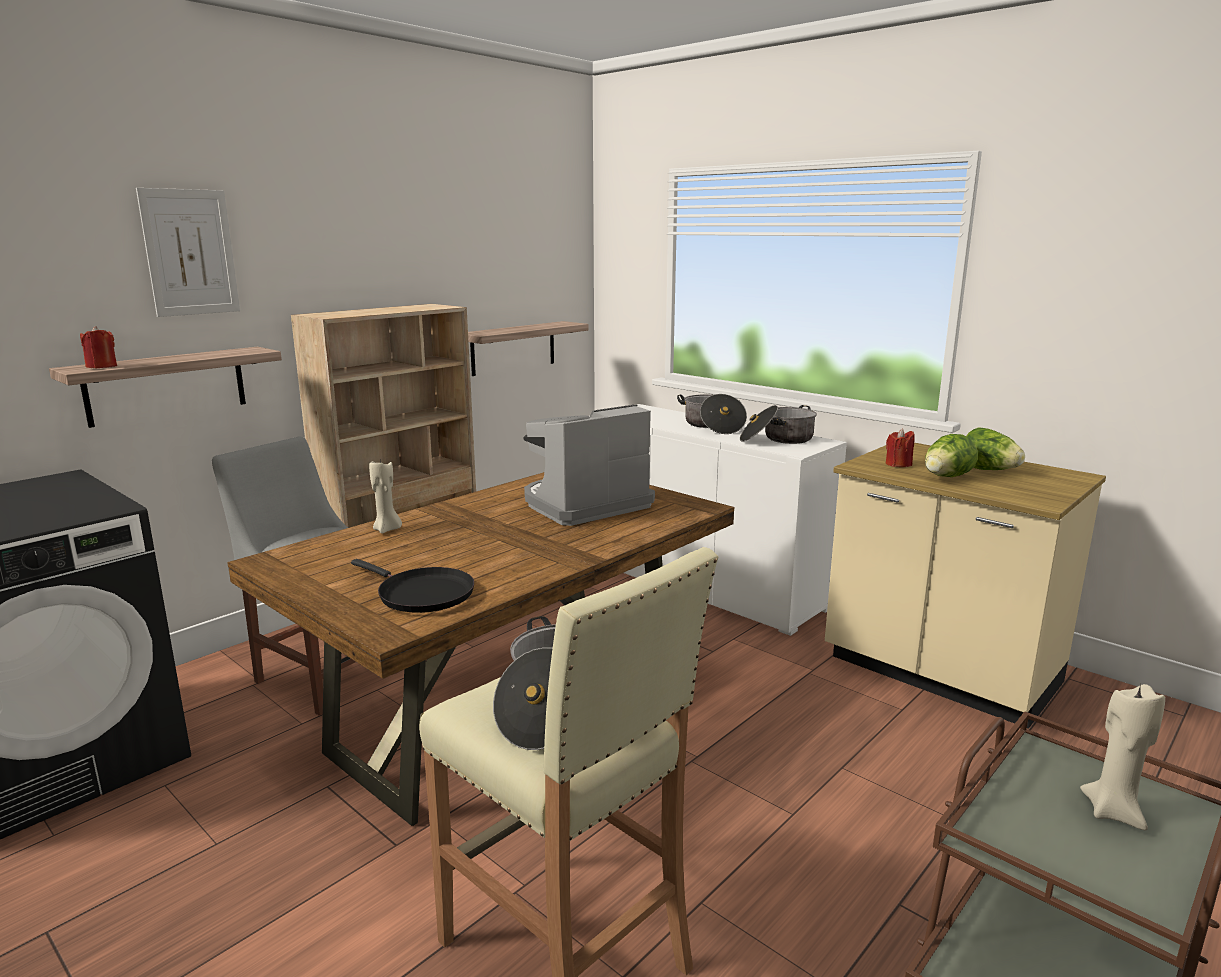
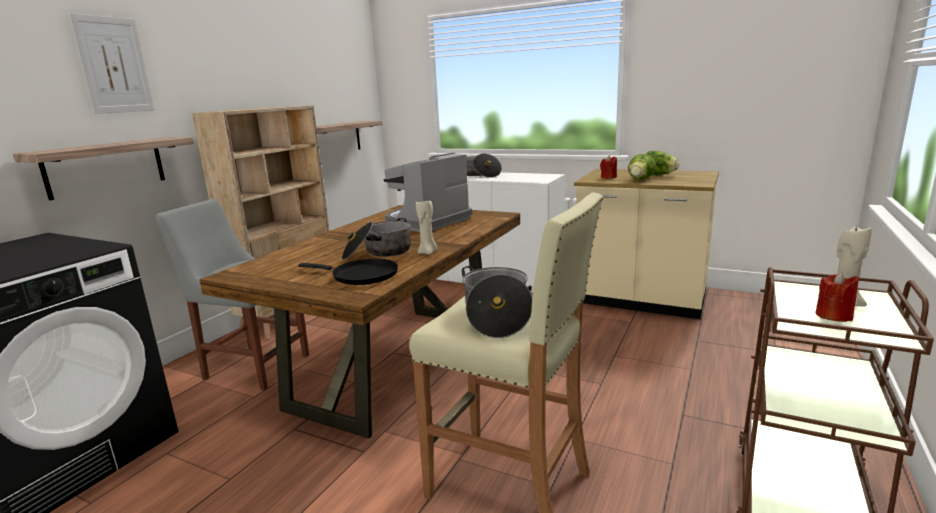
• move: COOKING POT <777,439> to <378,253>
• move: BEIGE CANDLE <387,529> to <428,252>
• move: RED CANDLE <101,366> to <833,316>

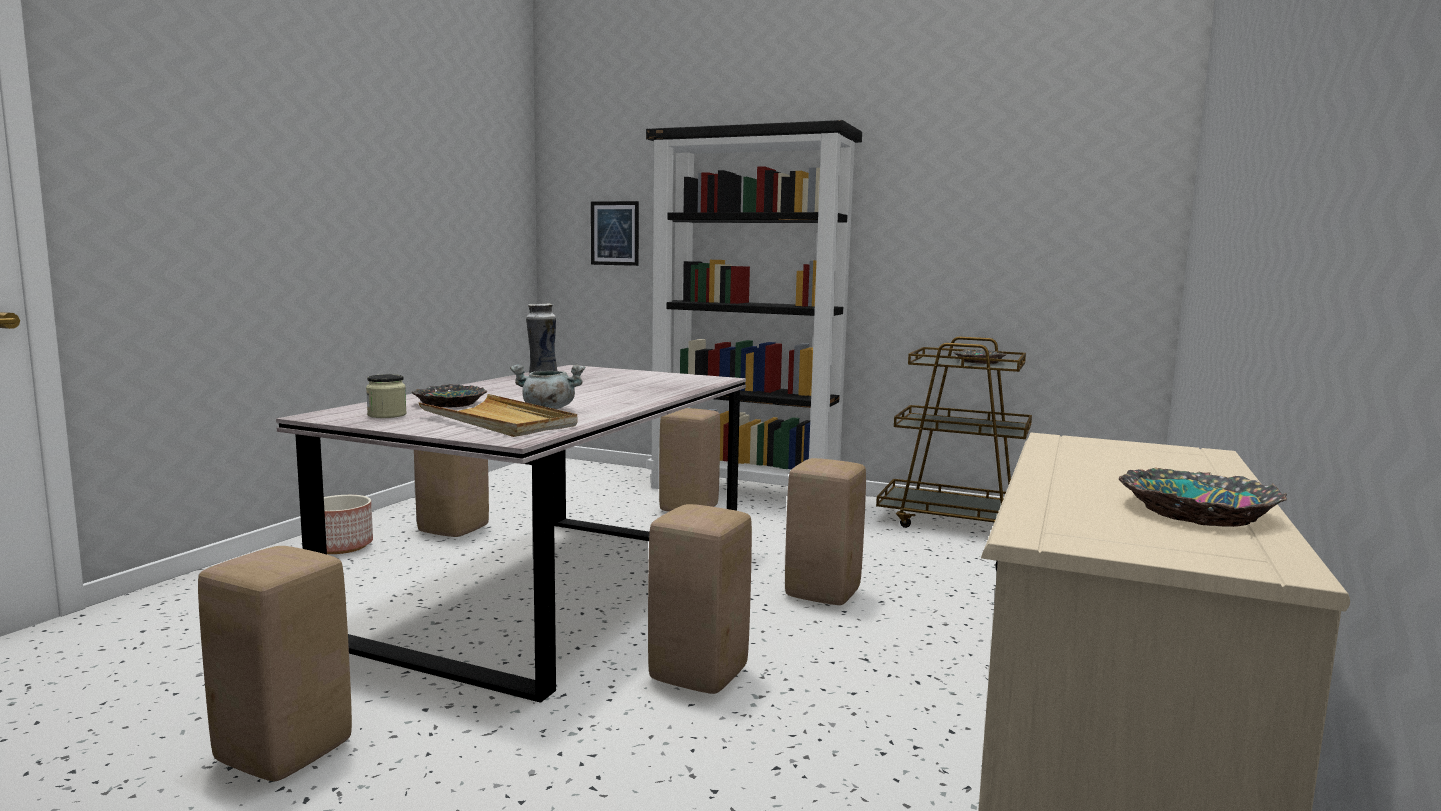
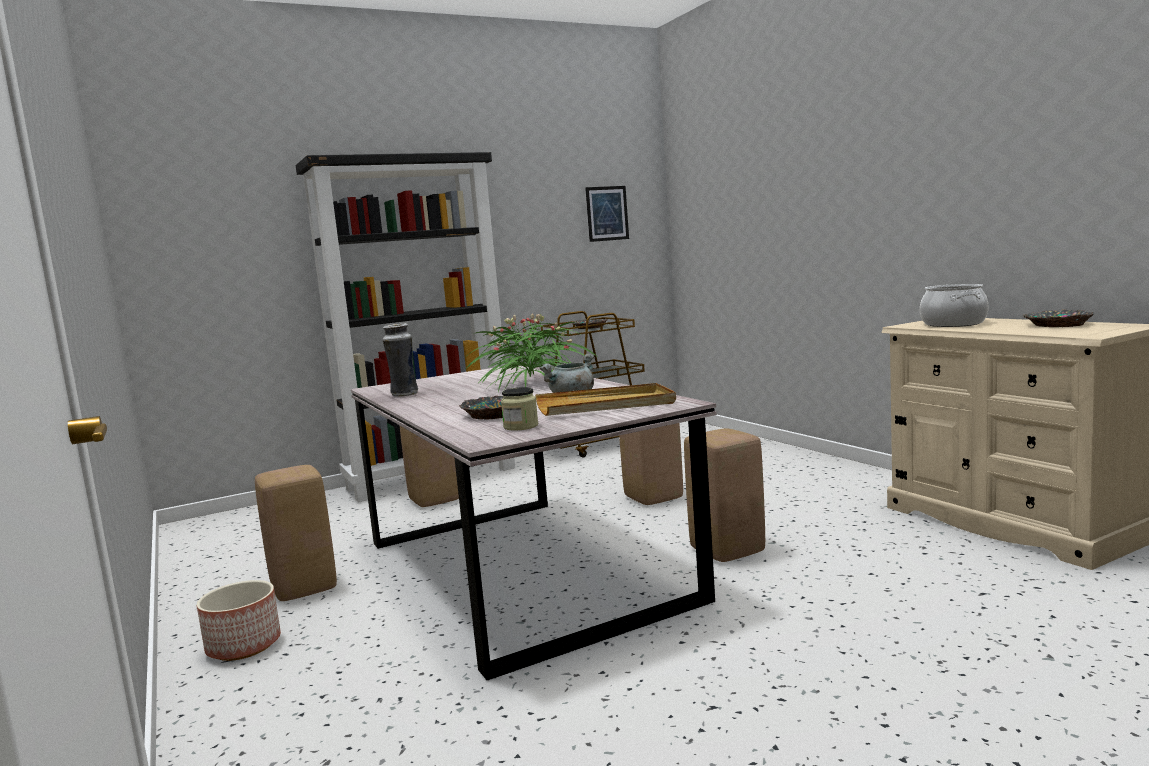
• insert: POTTED PLANT <532,384>
• move: PICTURE <614,233> to <607,213>
• insert: COOKING POT <953,324>
• delete: BEIGE STOOL <281,753>

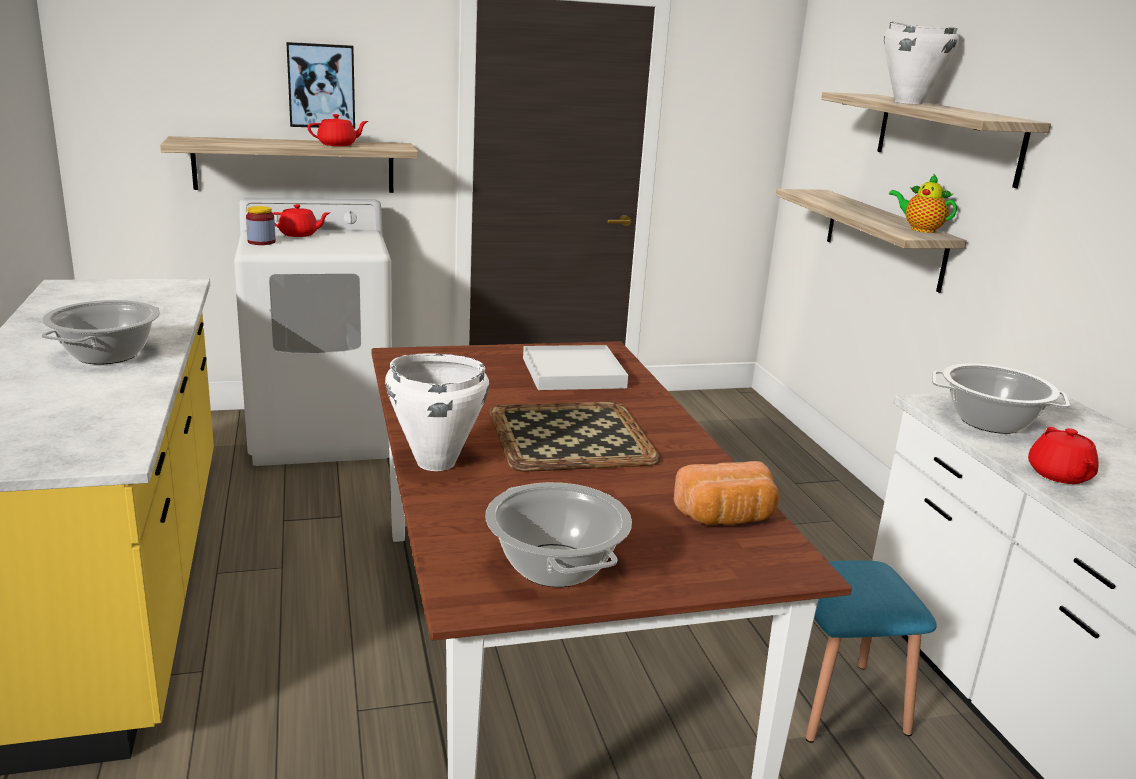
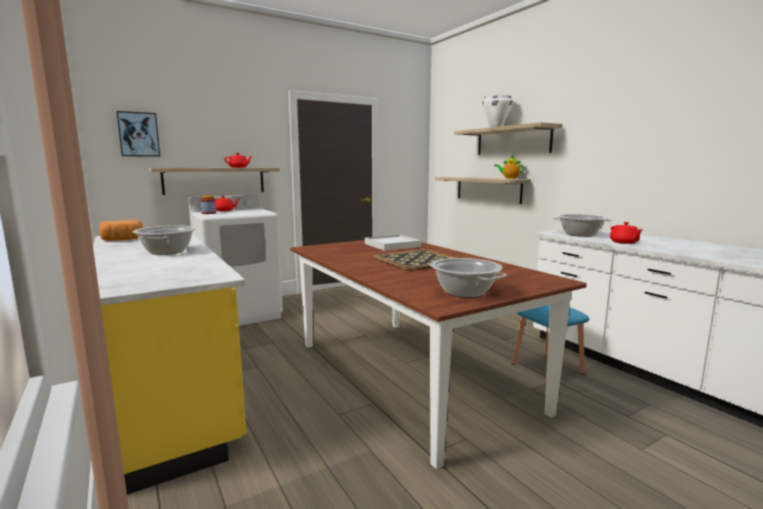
• move: BREAD <726,518> to <122,240>
• move: PICTURE <321,86> to <138,134>
• delete: WHITE COOKING POT <435,462>

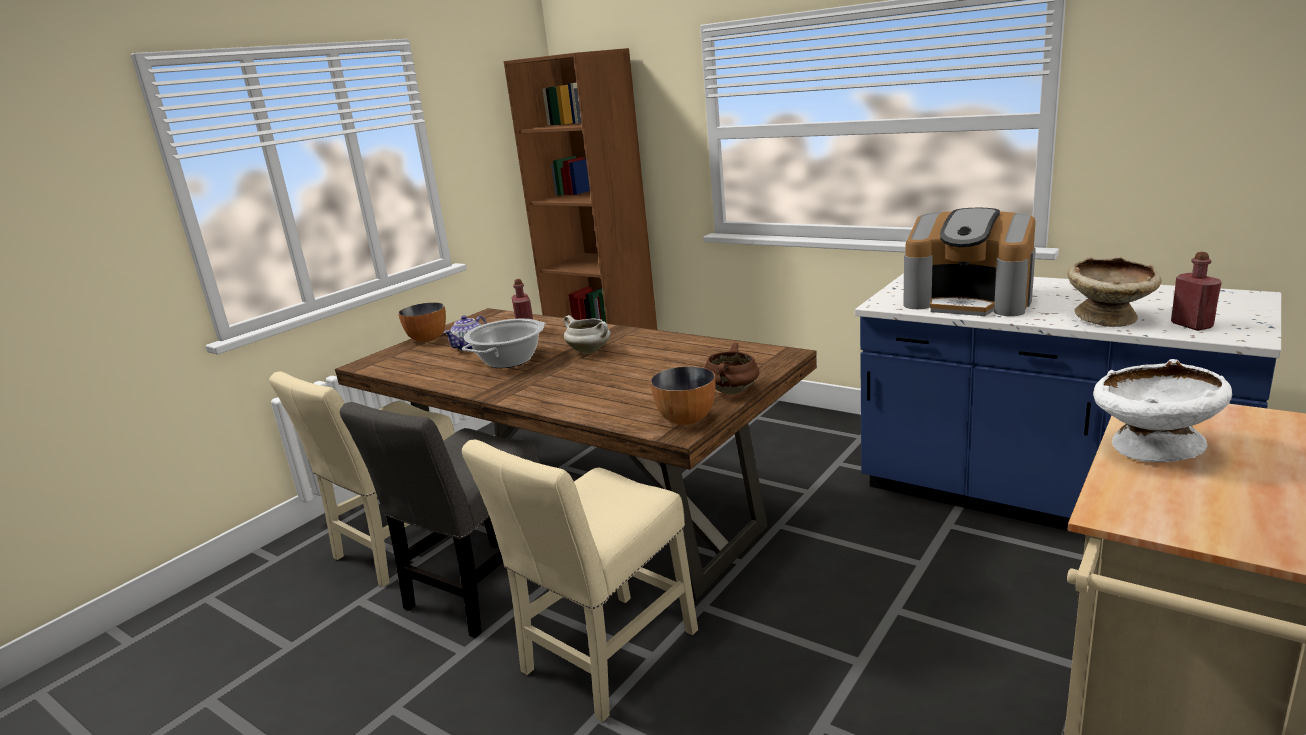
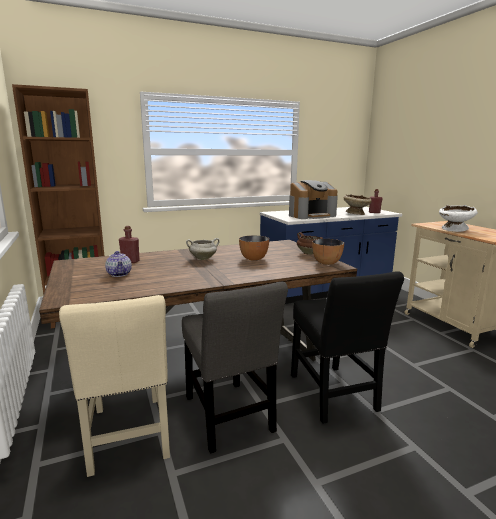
• move: BOWL <427,339> to <254,259>
• recolor: BEIGE CHAIR <605,658> to BLACK CHAIR <334,395>
• delete: COOKING POT <509,360>

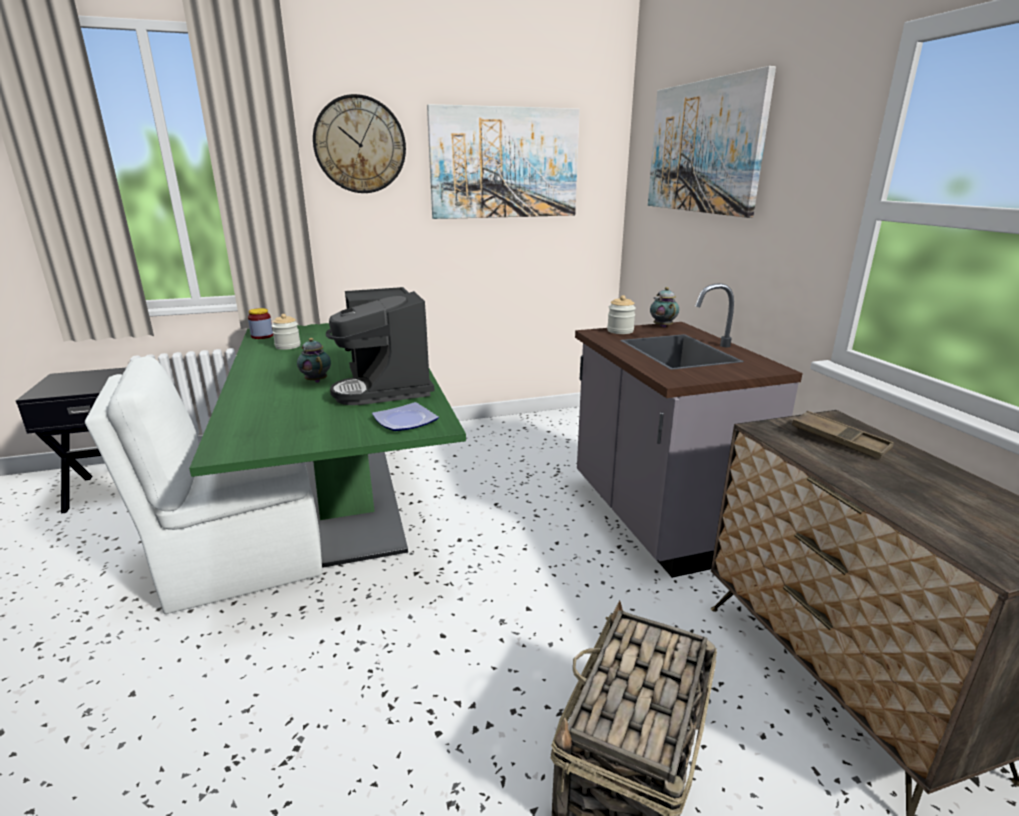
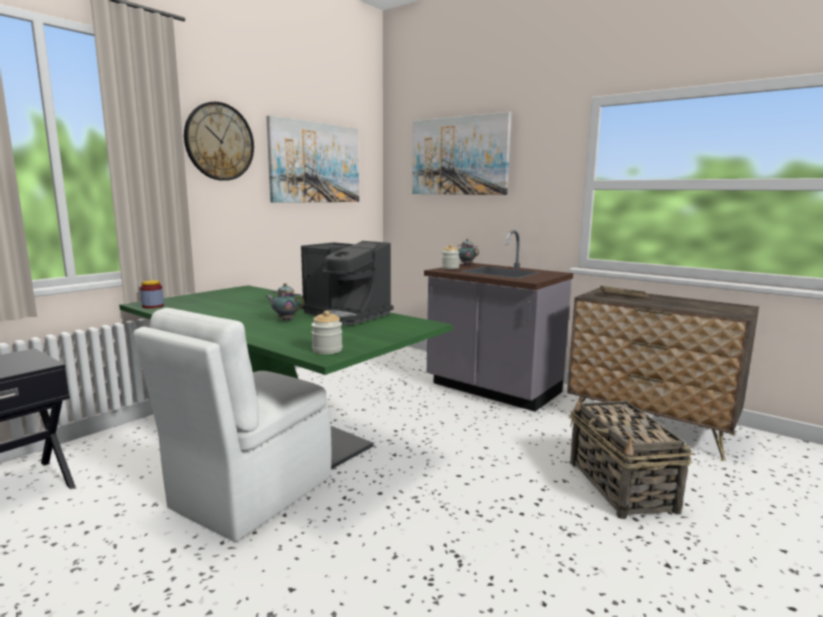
• move: JAR <288,346> to <327,350>
• delete: PLATE <405,421>

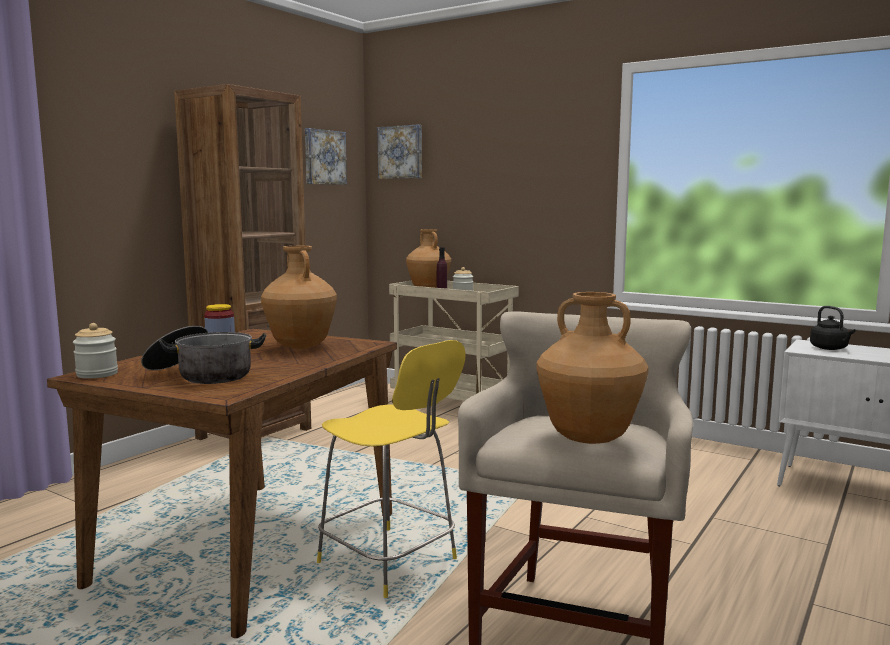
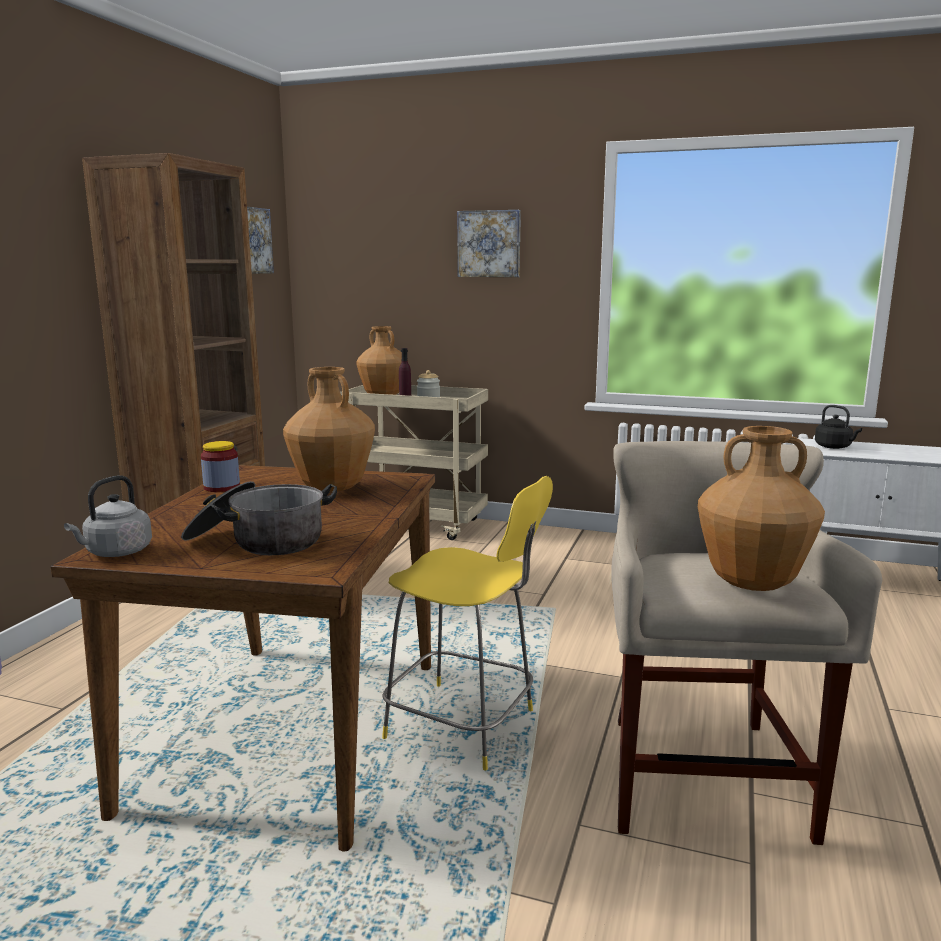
• replace: JAR <97,374> to GREY KETTLE <116,553>
• move: PICTURE <401,152> to <489,244>

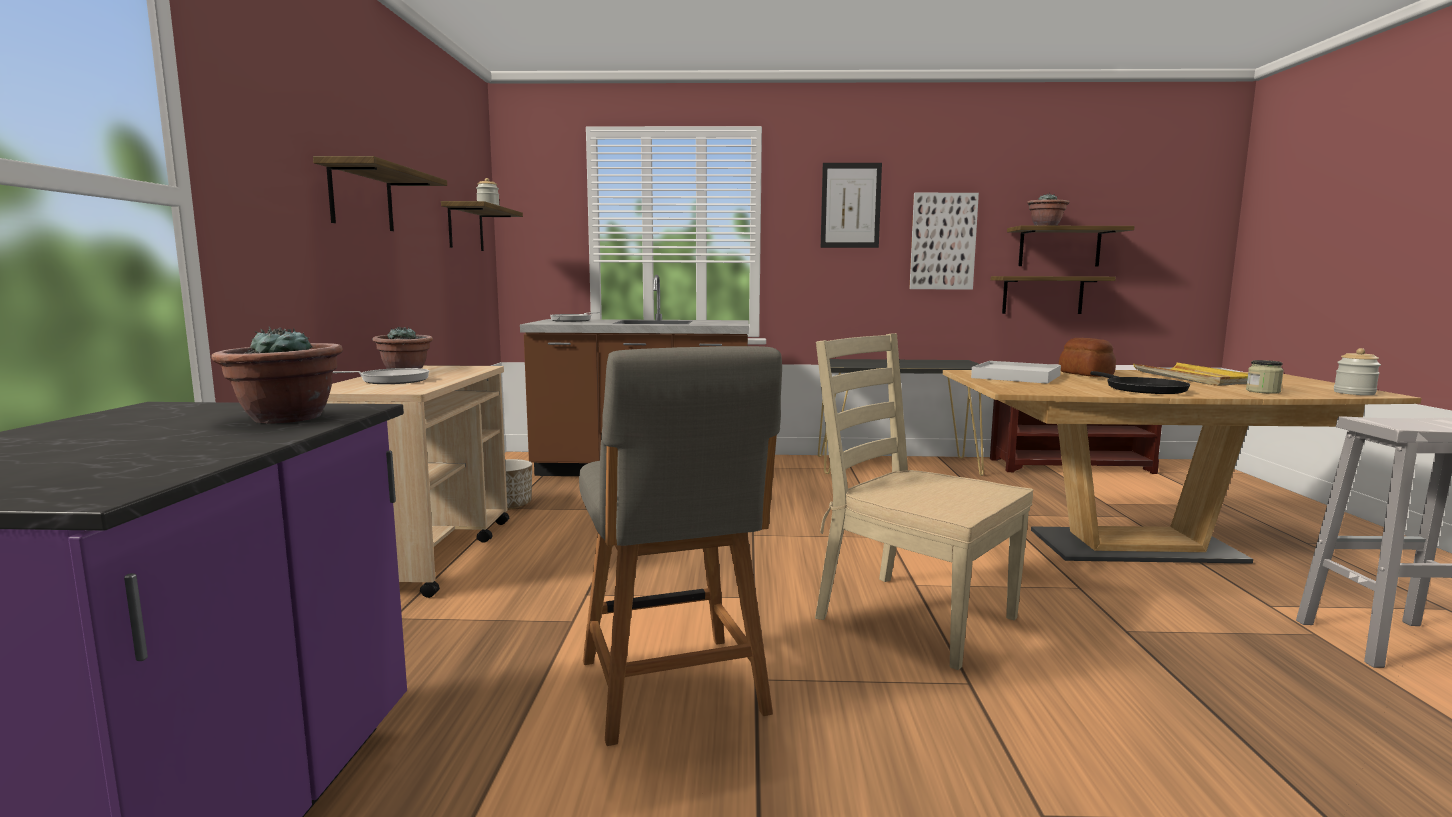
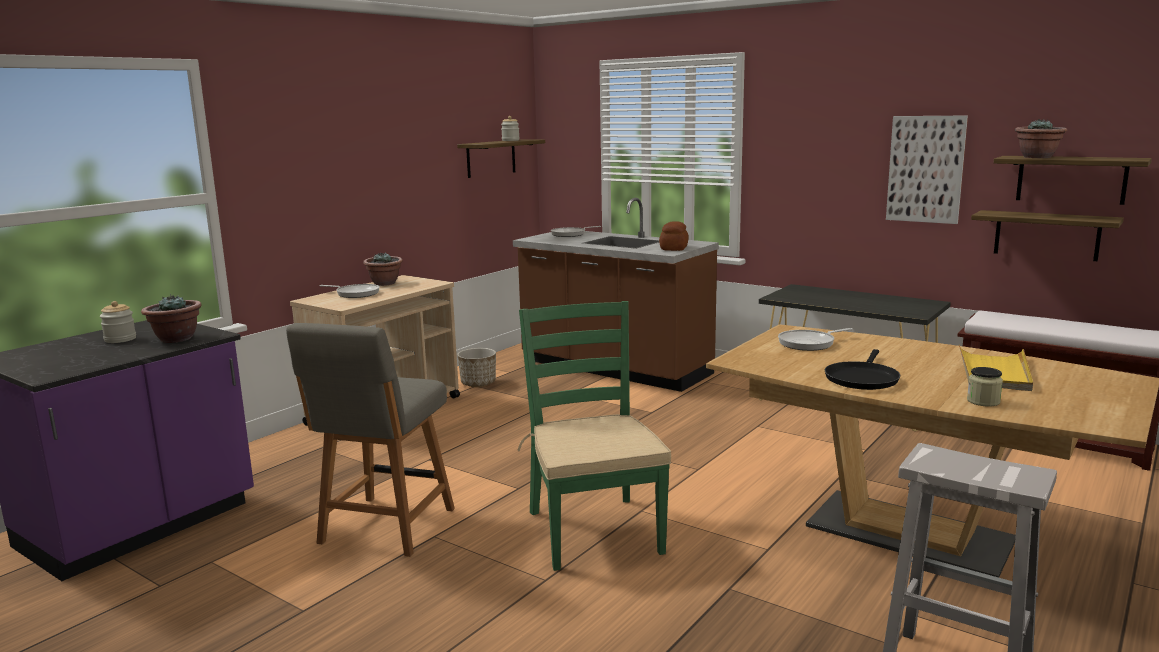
• move: JAR <1354,393> to <120,339>
• recolor: BEIGE CHAIR <913,617> to GREEN CHAIR <593,531>
• move: BREAD <1086,374> to <674,248>
• replace: WHITE TRAY <1016,376> to FRYING PAN <809,343>
• delete: SHELF <361,198>
• delete: PICTURE <850,205>

